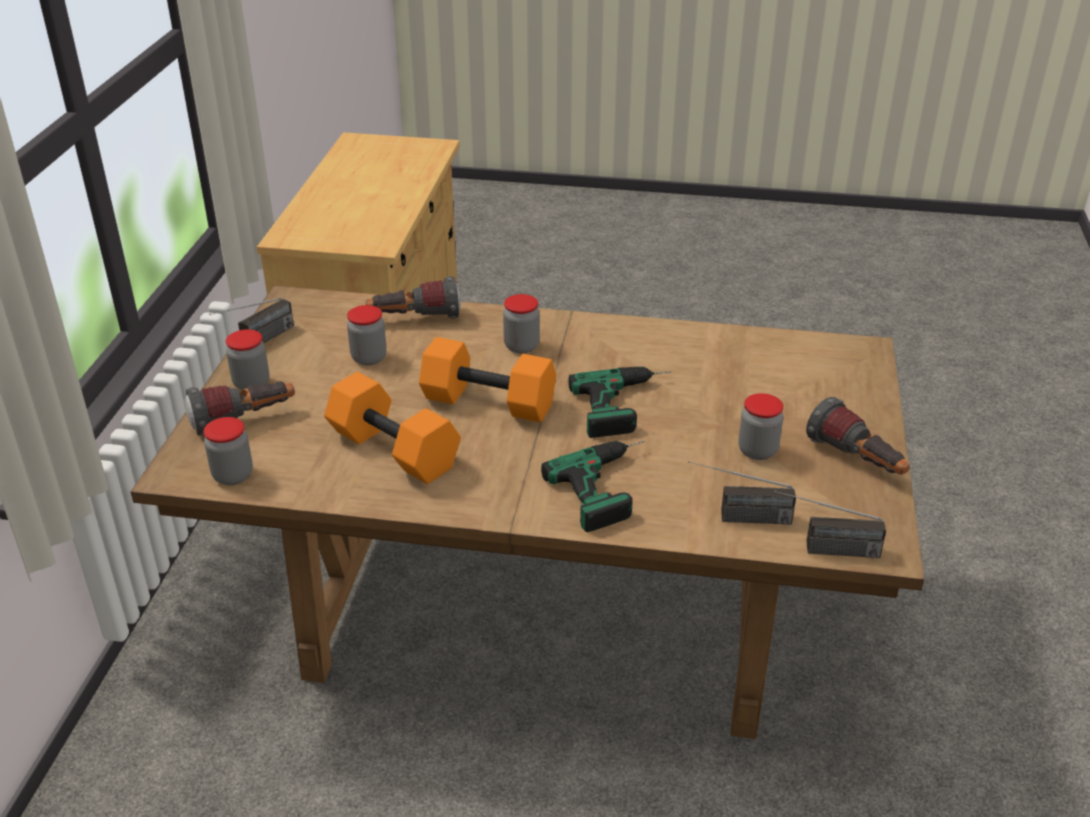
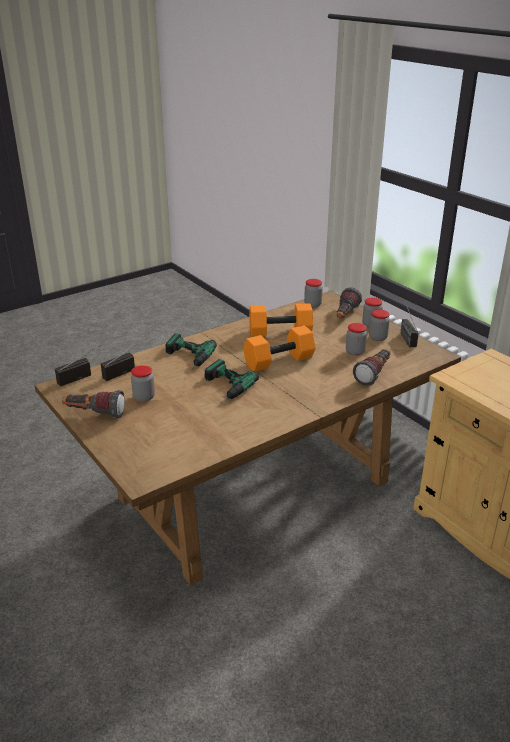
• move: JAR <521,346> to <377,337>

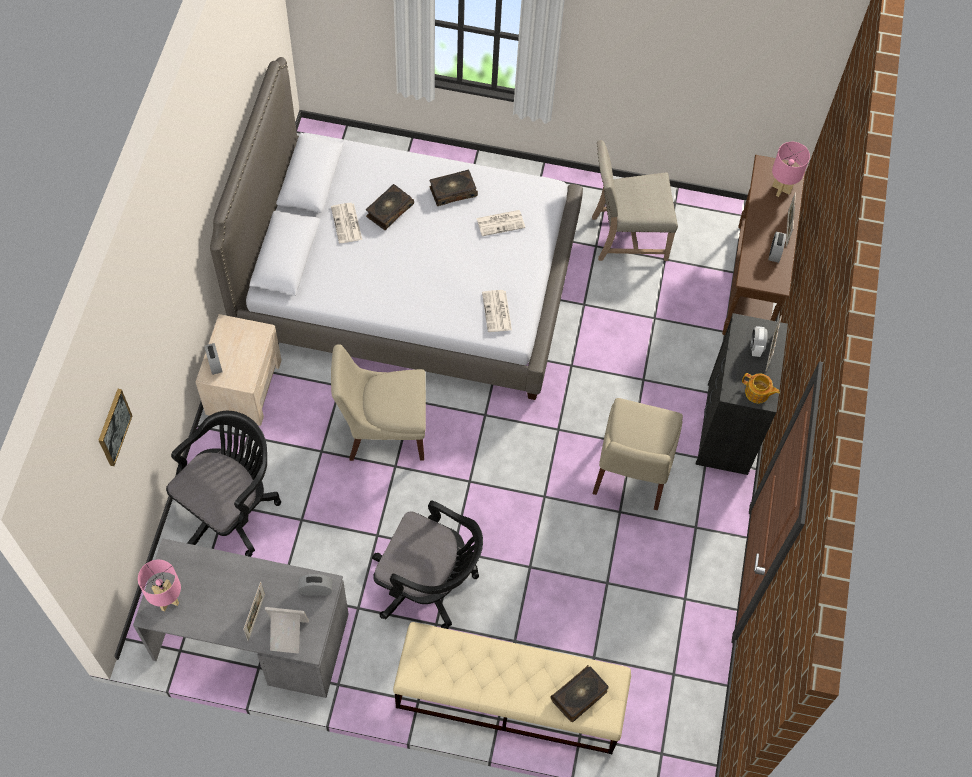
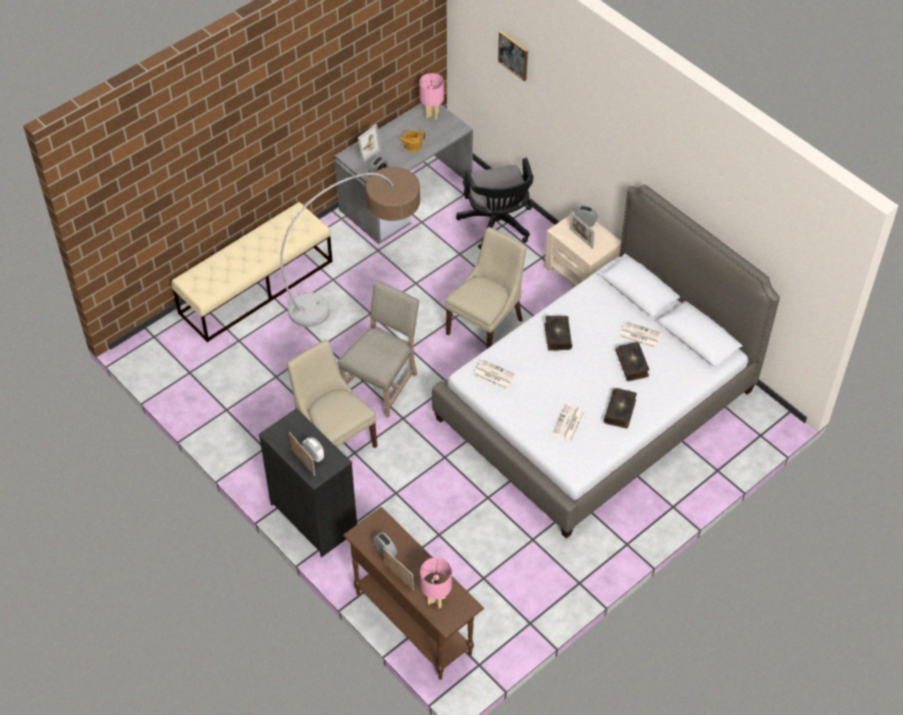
• replace: BLACK OFFICE CHAIR <428,585> to FLOOR LAMP <360,289>
• move: BEIGE CHAIR <626,236> to <382,383>
• move: TEAPOT <757,393> to <412,145>
• move: BOOK <579,695> to <557,336>
• move: PICTURE FRAME <256,617> to <581,238>

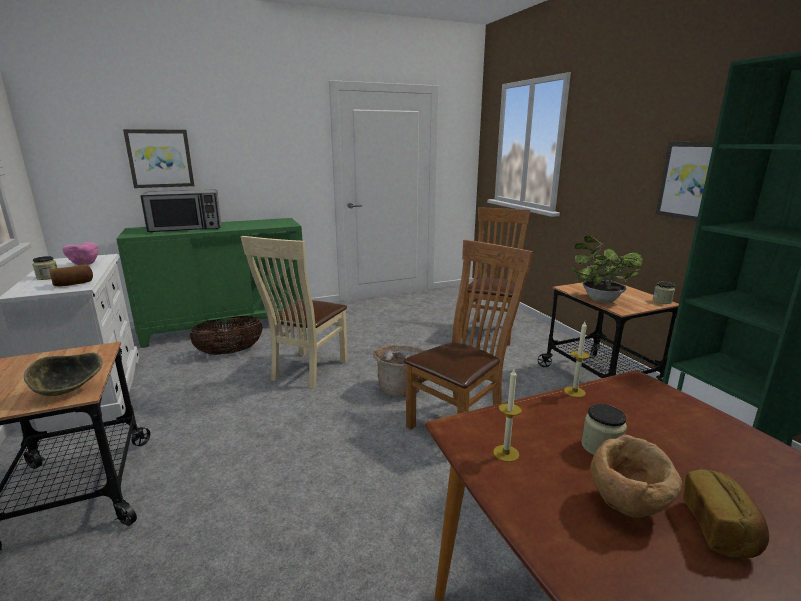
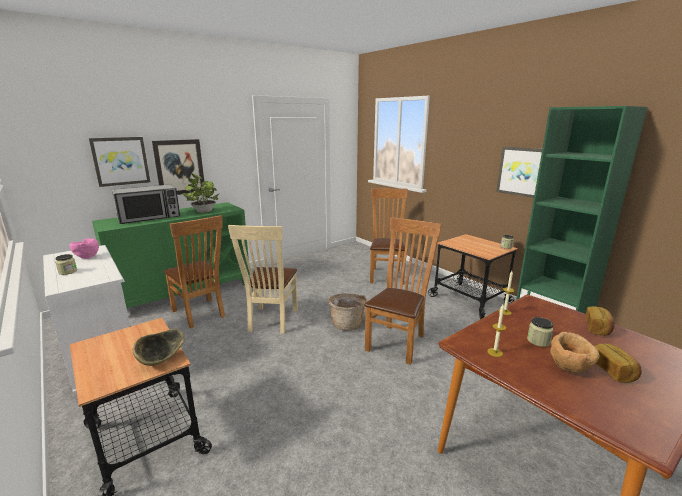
• insert: PICTURE <179,167>
• replace: BASKET <229,352> to BROWN CHAIR <200,314>
• move: POTTED PLANT <599,299> to <203,211>
• move: BREAD <73,284> to <598,329>

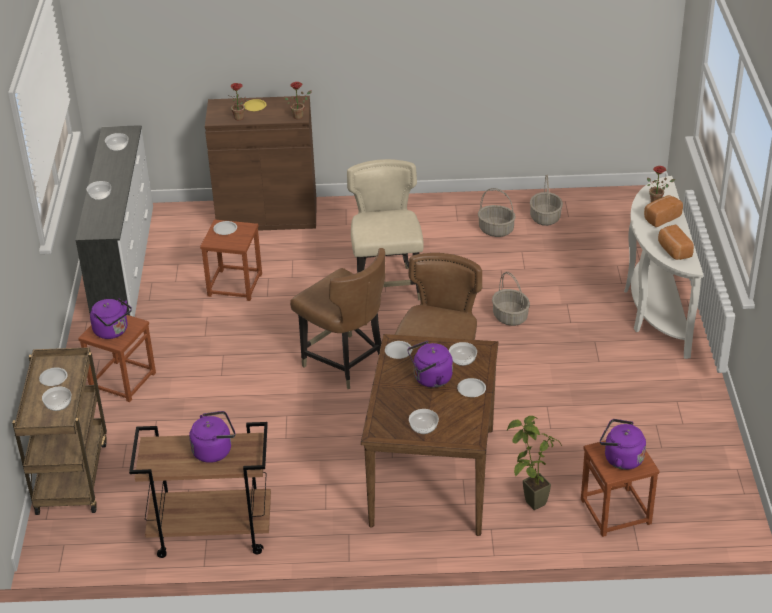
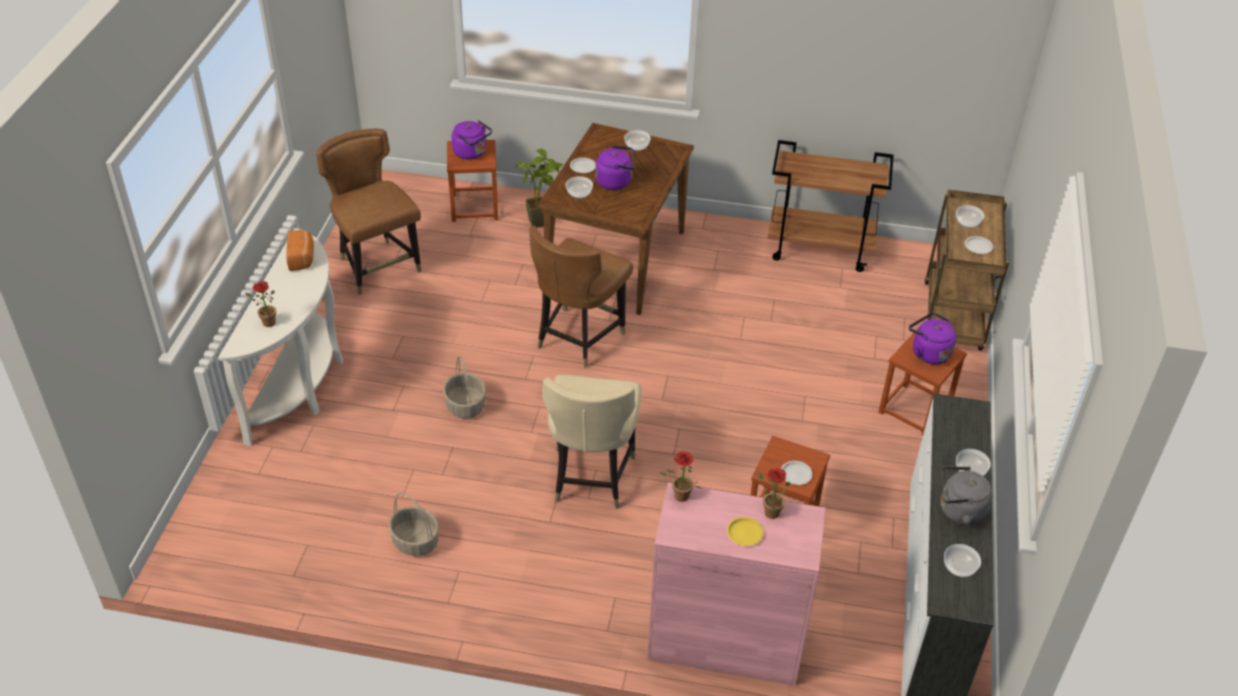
• move: BROWN CHAIR <345,363> to <378,267>
• recolor: BROWN CABINET <267,216> to PINK CABINET <725,641>
• insert: GREY KETTLE <958,511>
• delete: PURPLE KETTLE <214,450>
• delete: WHITE PLATE <398,351>
• delete: BASKET <545,218>
• delete: BREAD <661,218>

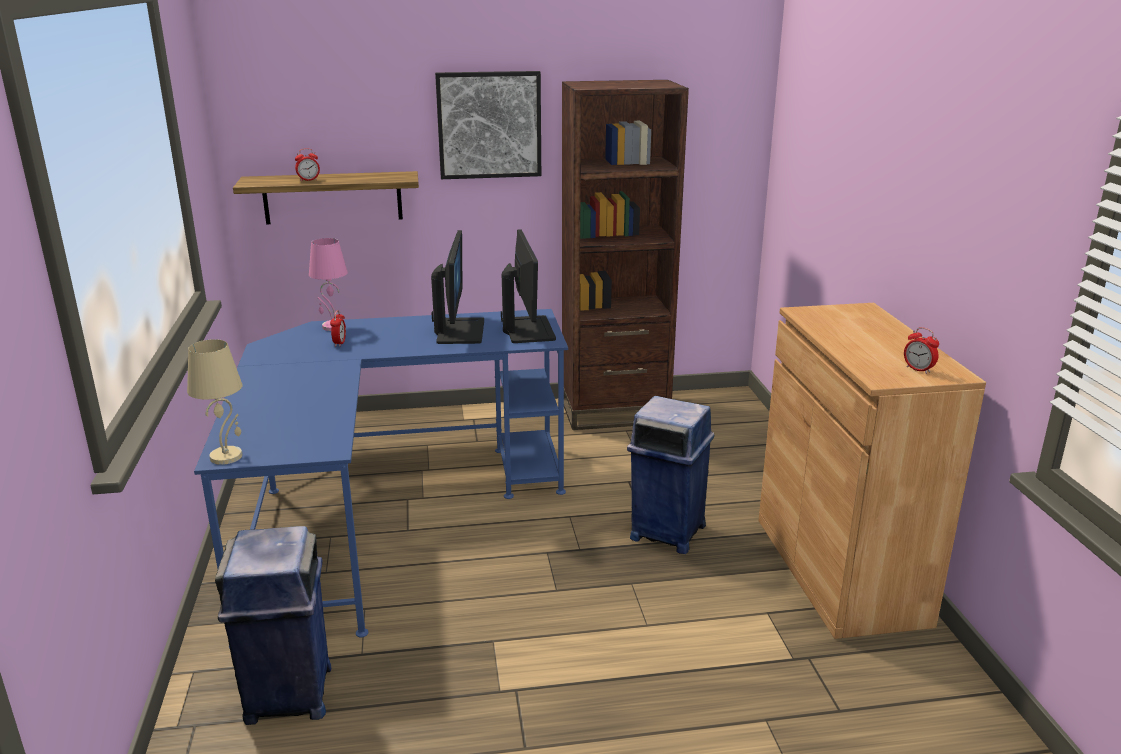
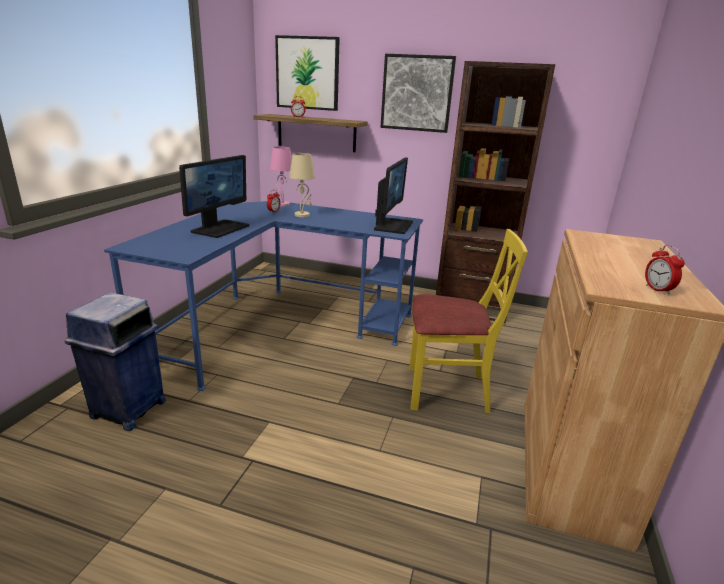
• move: MONITOR <459,331> to <220,228>
• insert: PICTURE <307,73>
• move: BEIGE TABLE LAMP <227,456> to <302,215>
• replace: BLUE TRASH CAN <666,531> to YELLOW CHAIR <446,390>

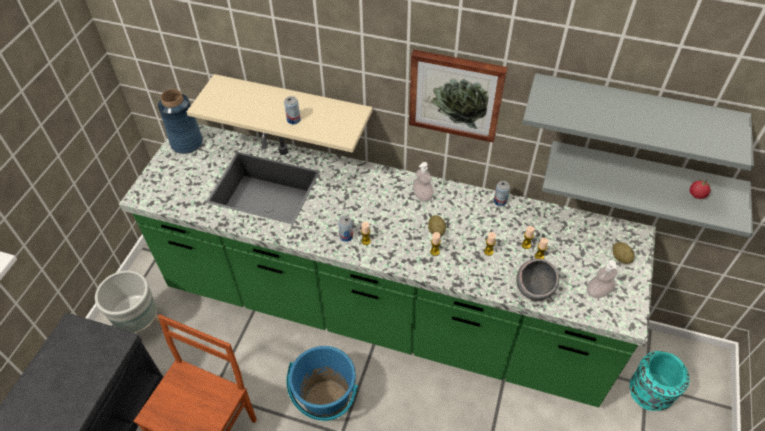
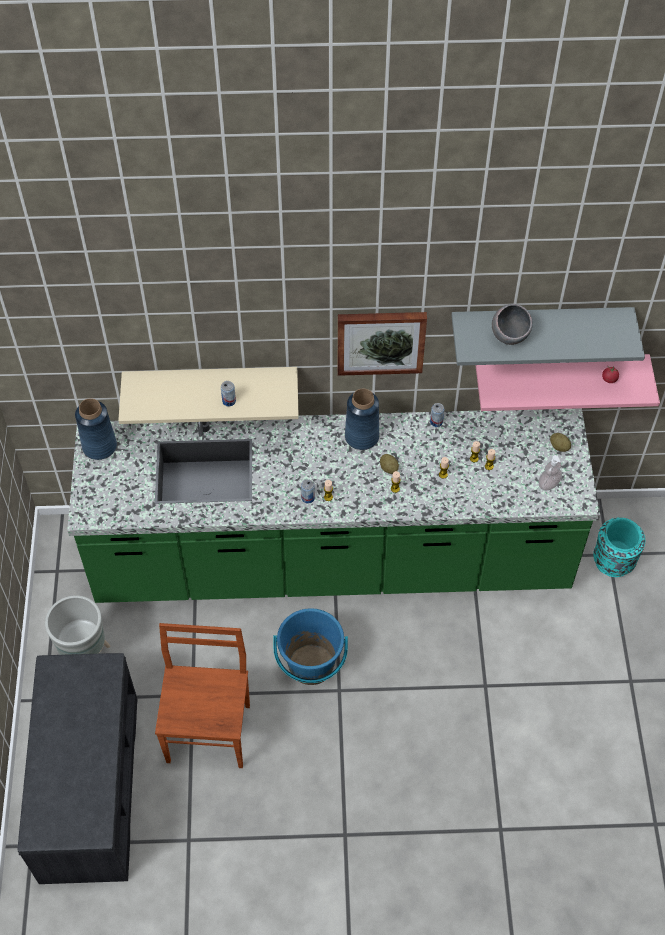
• replace: SOAP DISPENSER <422,195> to BLUE VASE <362,436>
• recolor: GREY SHELF <640,179> to PINK SHELF <559,372>
• move: GREY BOWL <534,289> to <509,336>

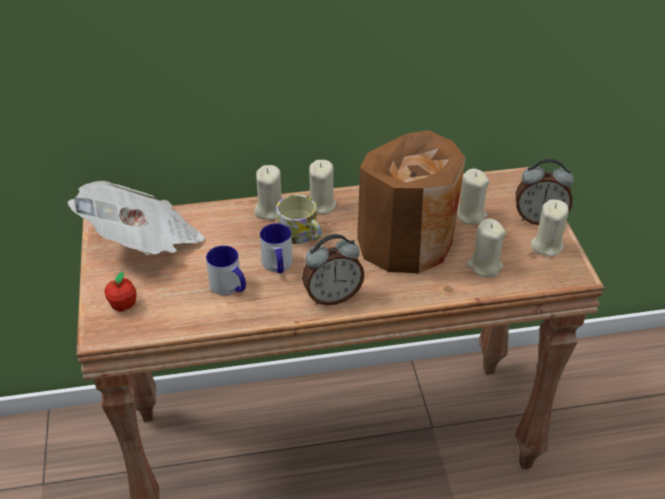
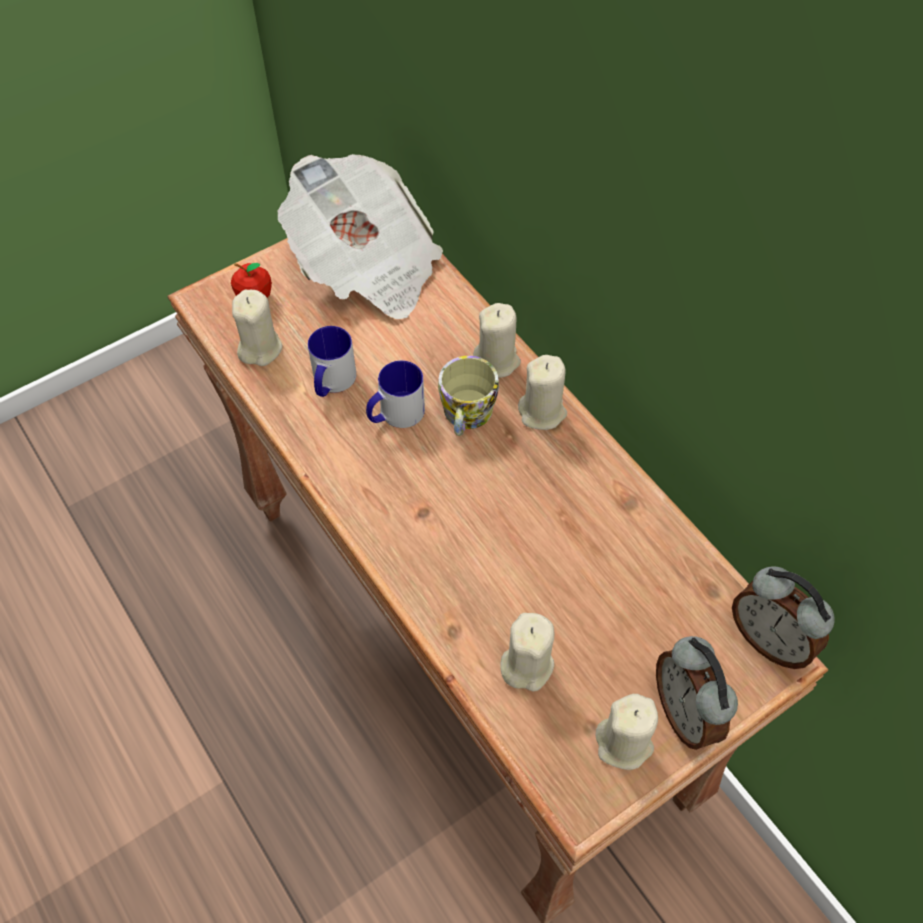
• move: BEIGE CANDLE <469,215> to <260,348>
• move: ALARM CLOCK <332,296> to <769,639>
• delete: BROWN VASE <406,242>

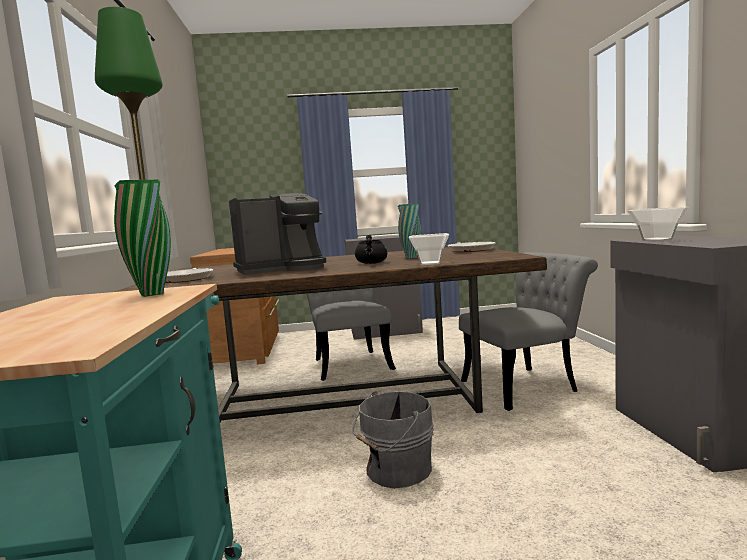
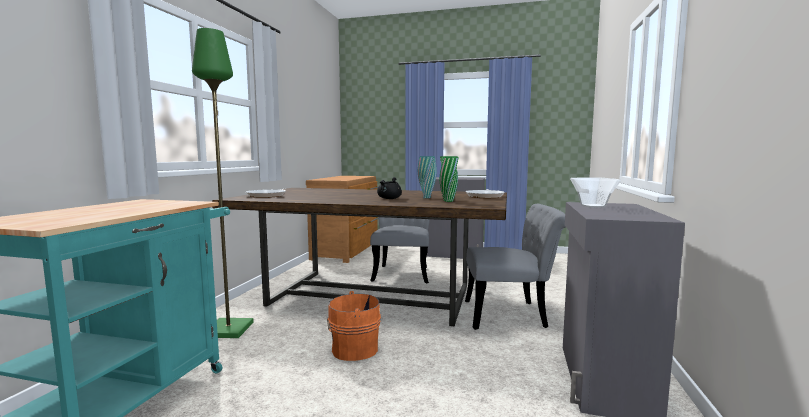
• recolor: GREY BUCKET <395,470> to ORANGE BUCKET <352,349>
• move: GREEN VASE <152,294> to <448,201>
• delete: COFFEE MACHINE <282,269>
• delete: BOWL <429,263>

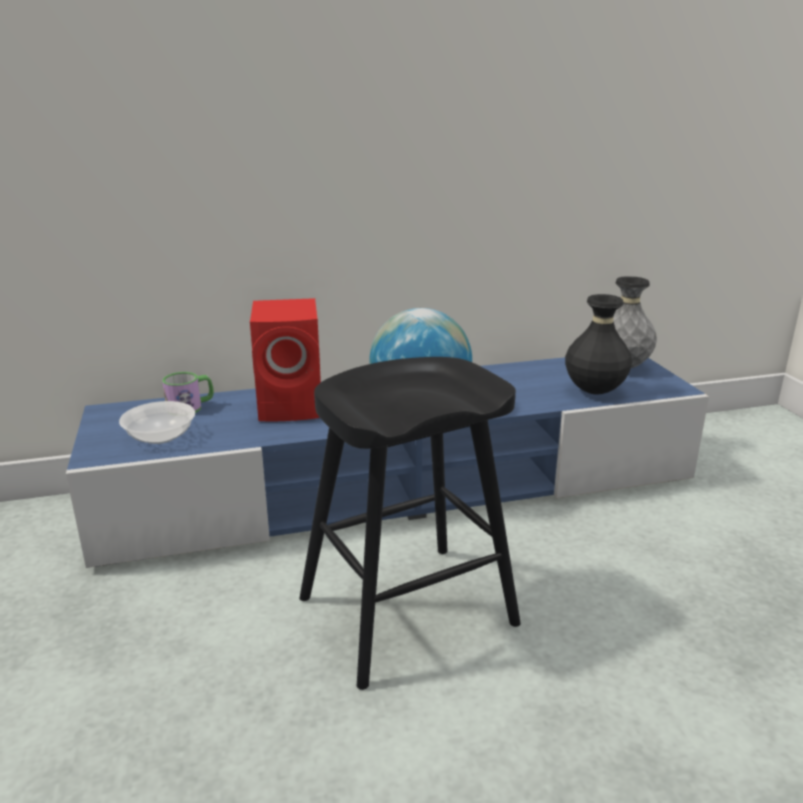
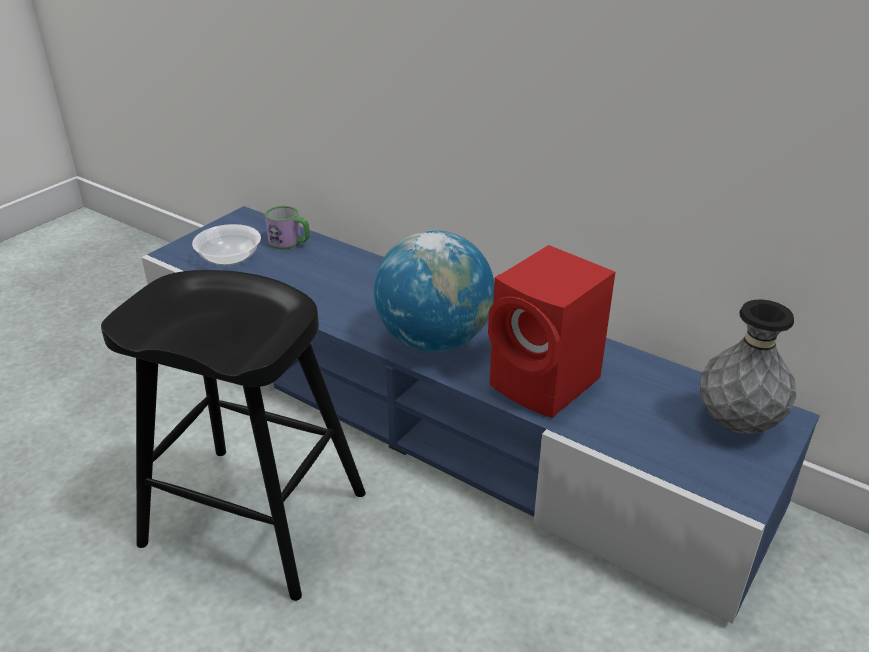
• move: RED SPEAKER <293,406> to <547,384>
• delete: BLACK VASE <594,392>

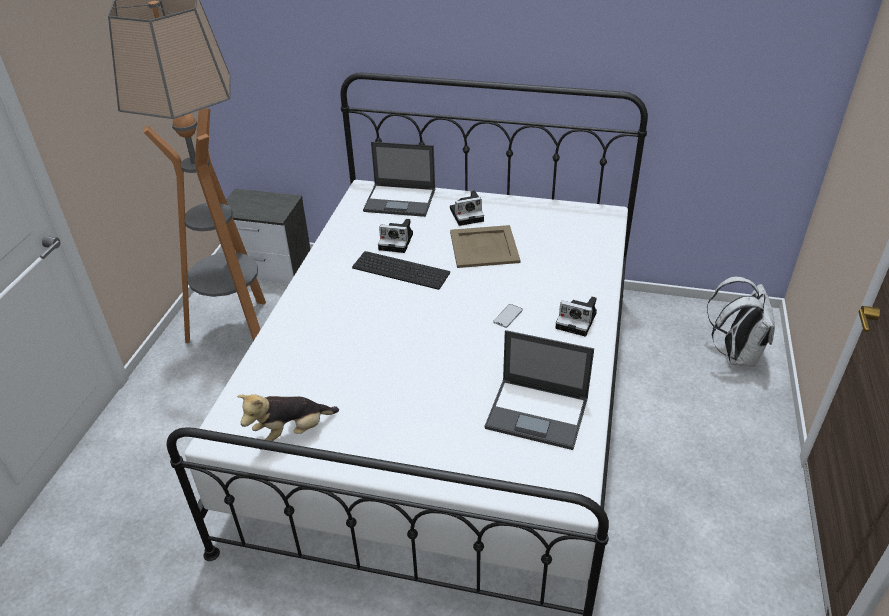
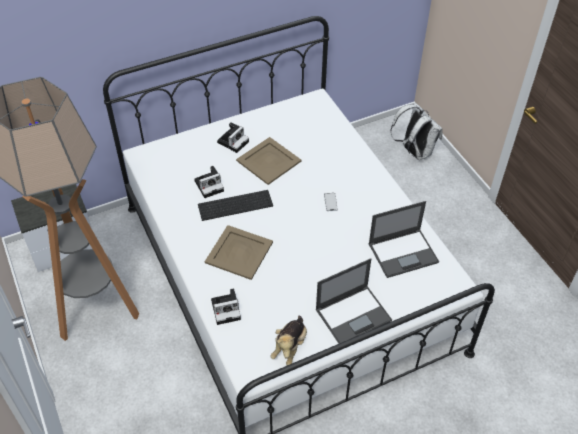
• insert: BEIGE TRAY <239,252>
• move: PHOTO CAMERA <578,321> to <227,309>
• move: LAPTOP <401,200> to <354,314>

